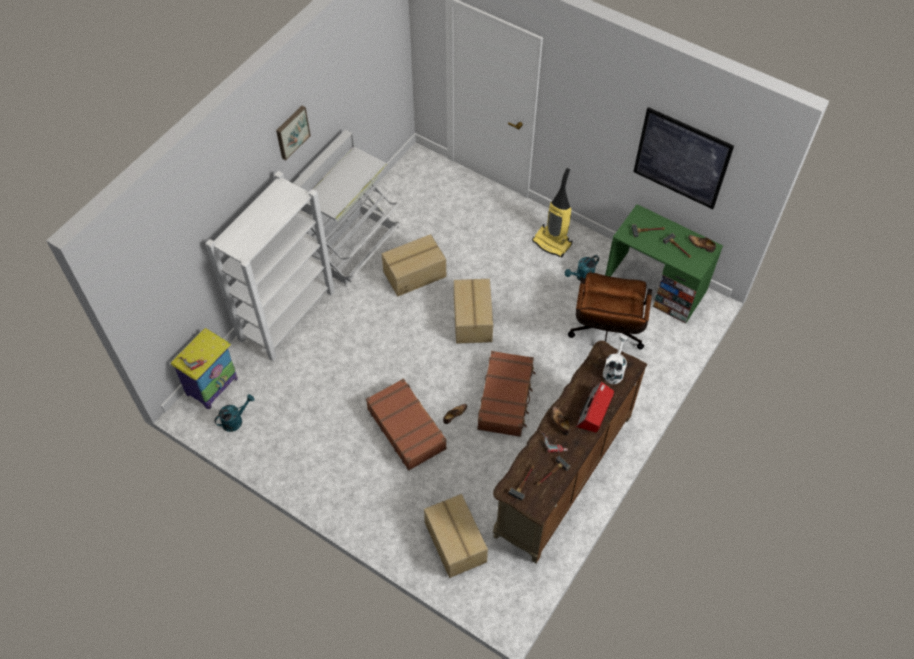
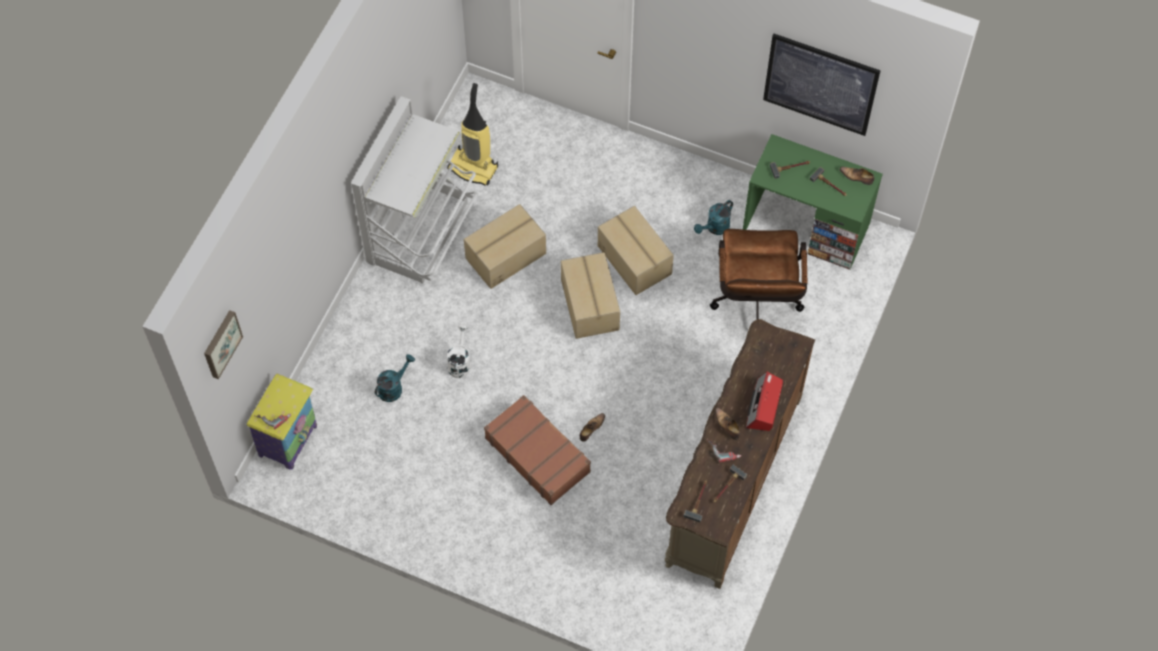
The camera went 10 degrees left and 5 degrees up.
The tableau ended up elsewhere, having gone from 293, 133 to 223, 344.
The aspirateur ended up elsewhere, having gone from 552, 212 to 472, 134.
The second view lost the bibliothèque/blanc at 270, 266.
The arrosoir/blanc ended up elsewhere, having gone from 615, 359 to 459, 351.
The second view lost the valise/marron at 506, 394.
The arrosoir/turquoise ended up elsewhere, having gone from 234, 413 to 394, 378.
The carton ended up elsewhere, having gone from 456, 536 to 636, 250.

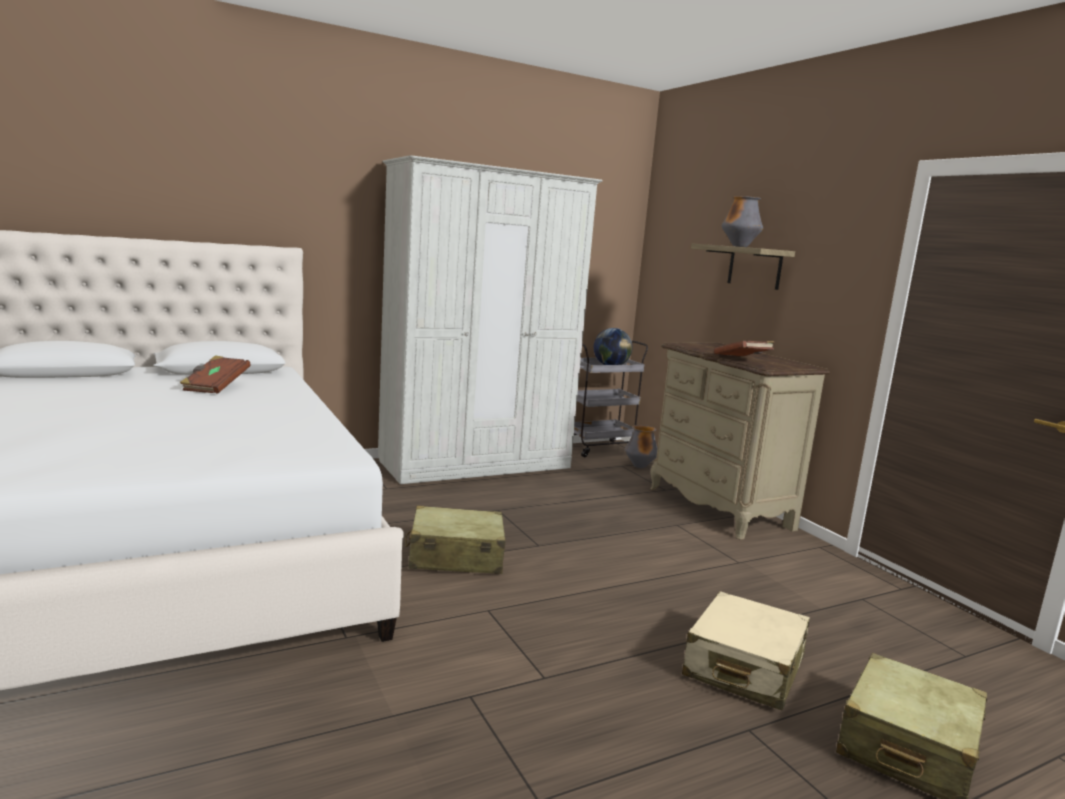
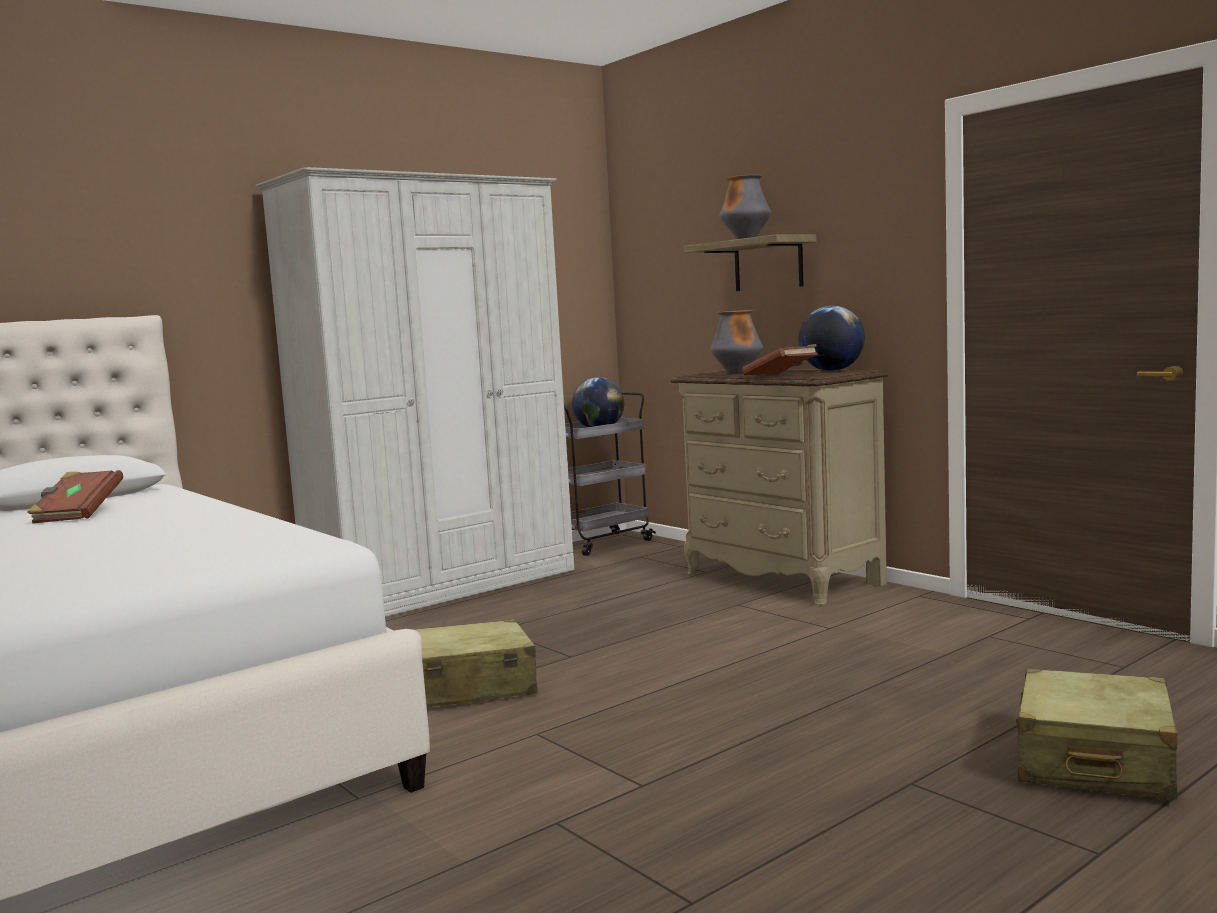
The camera went 10 degrees left and 5 degrees down.
The vase ended up elsewhere, having gone from 641, 446 to 736, 342.
The second view lost the valise/beige at 746, 650.
The second view gained the globe at 831, 338.

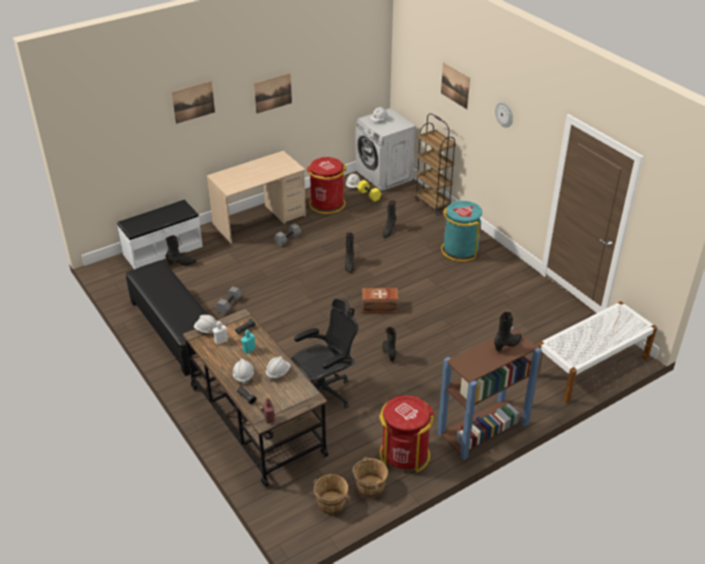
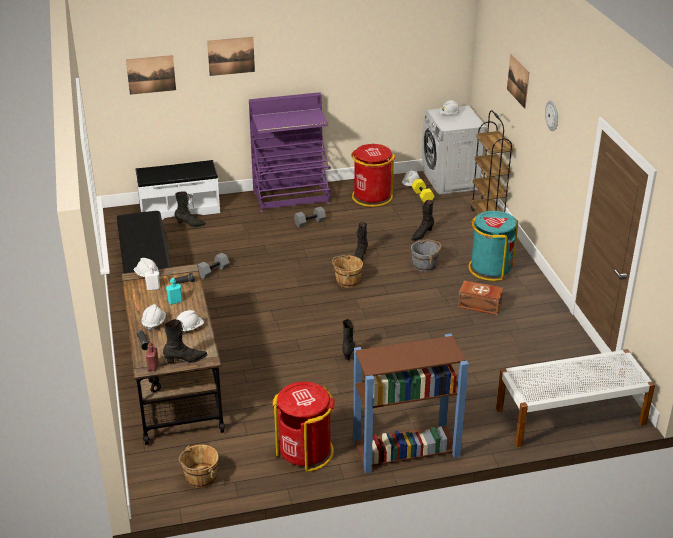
The camera went 20 degrees right and 5 degrees down.
The tableau ended up elsewhere, having gone from 273, 93 to 151, 75.
Where the bureau/beige stood at 256, 197, the étagère à chaussures/violet came to stand at 290, 152.
The boîte de rangement/marron ended up elsewhere, having gone from 380, 300 to 480, 297.
The second view lost the chaise de bureau at 324, 353.
The botte/noir ended up elsewhere, having gone from 508, 331 to 185, 341.
The seau/marron ended up elsewhere, having gone from 370, 477 to 347, 271.
The second view gained the seau/gris at 426, 255.

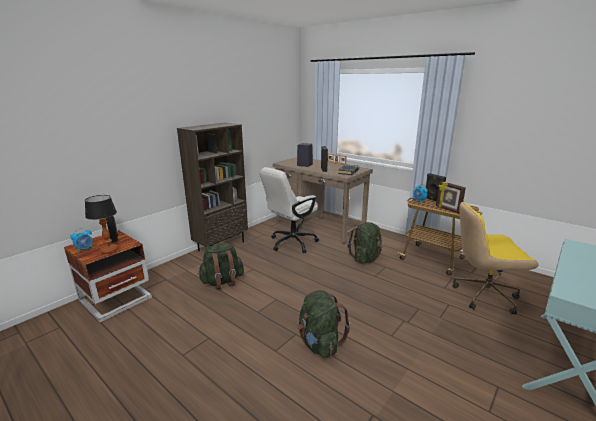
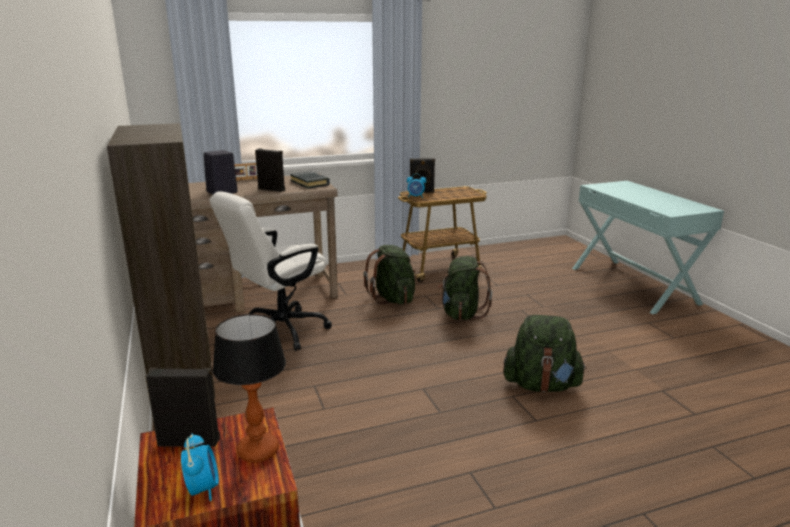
The camera went 60 degrees left and 0 degrees up.
The chaise de bureau/blanc at 289, 210 ended up facing another way, 60 degrees clockwise from before.
The second view lost the cadre photo at 451, 197.
The second view lost the chaise de bureau/jaune at 496, 258.
The sac à dos/vert ended up elsewhere, having gone from 221, 266 to 464, 288.

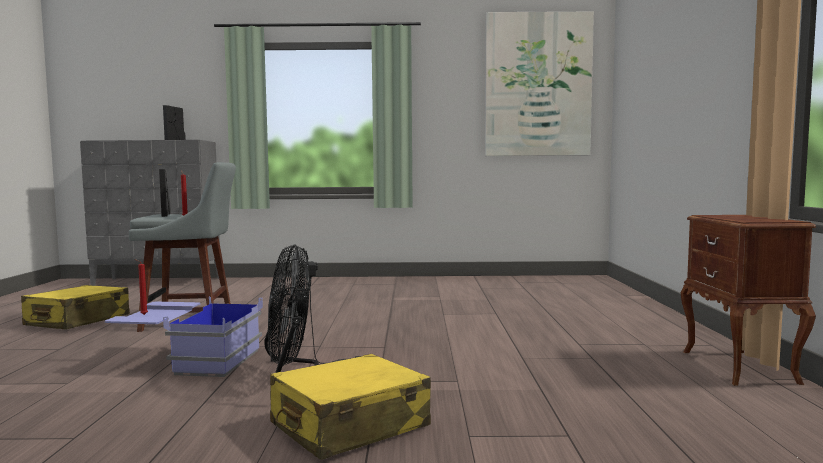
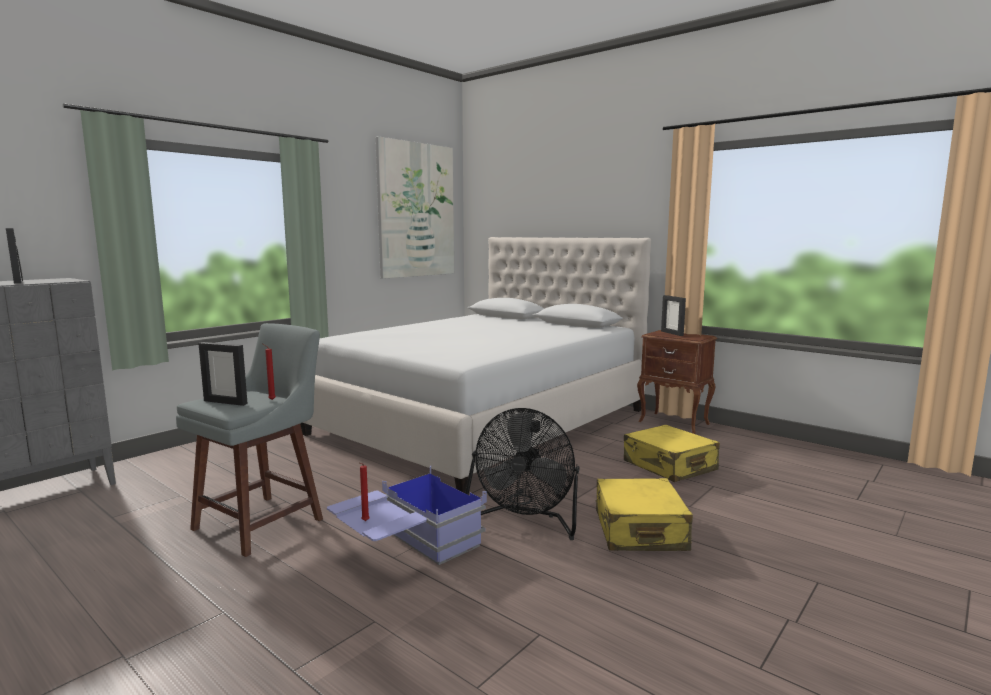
The camera went 50 degrees left and 5 degrees up.
The valise/jaune ended up elsewhere, having gone from 75, 307 to 672, 453.
The second view gained the lit/blanc at 475, 365.
The second view gained the cadre photo at 673, 315.

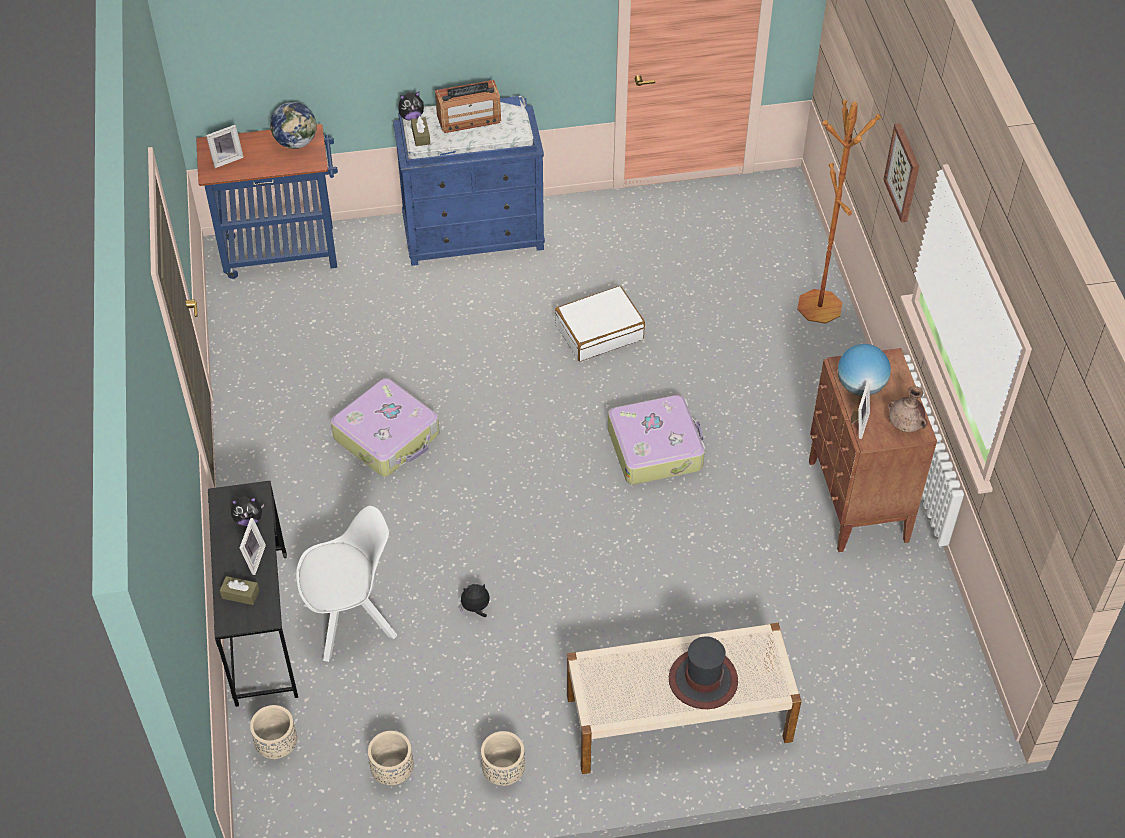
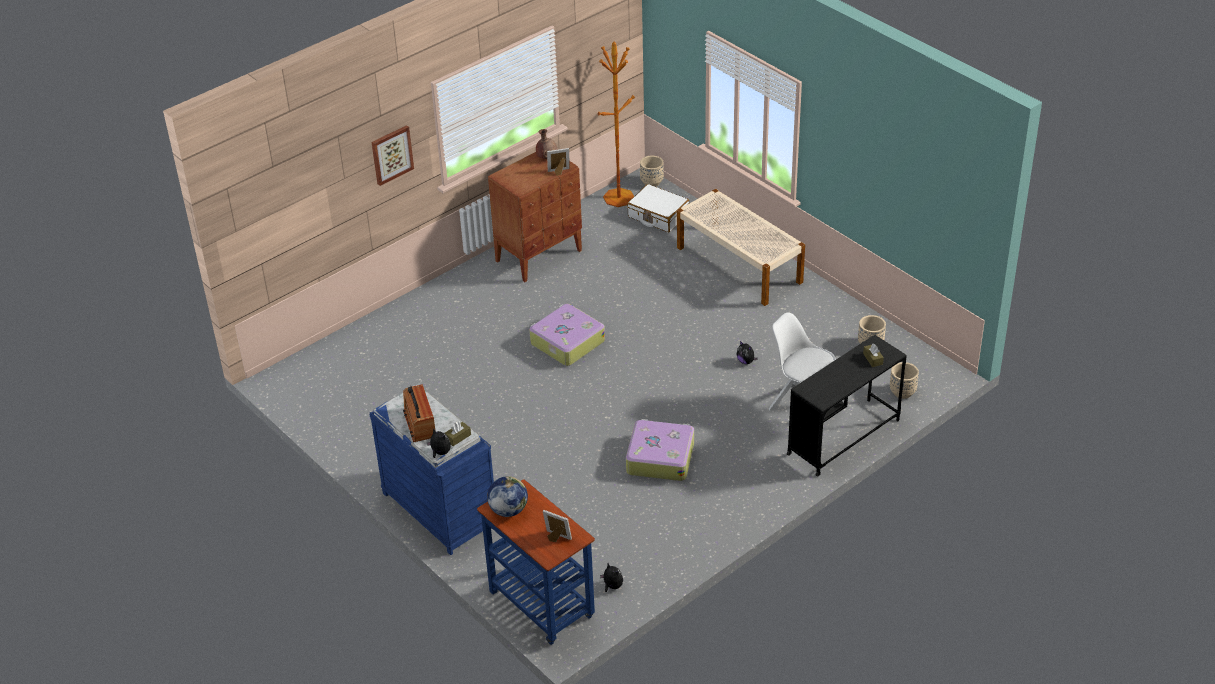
The camera went 120 degrees left and 10 degrees down.
The radio at 468, 106 ended up facing another way, 150 degrees counterclockwise from before.
The portant/orange ended up elsewhere, having gone from 839, 212 to 616, 124.
The valise/blanc ended up elsewhere, having gone from 600, 323 to 658, 208.
The second view lost the globe at 864, 370.
The peluche ended up elsewhere, having gone from 247, 511 to 611, 577.
The second view lost the cadre photo at 253, 546.
The second view lost the chapeau at 703, 673.
The cache-pot/beige ended up elsewhere, having gone from 503, 758 to 652, 171.

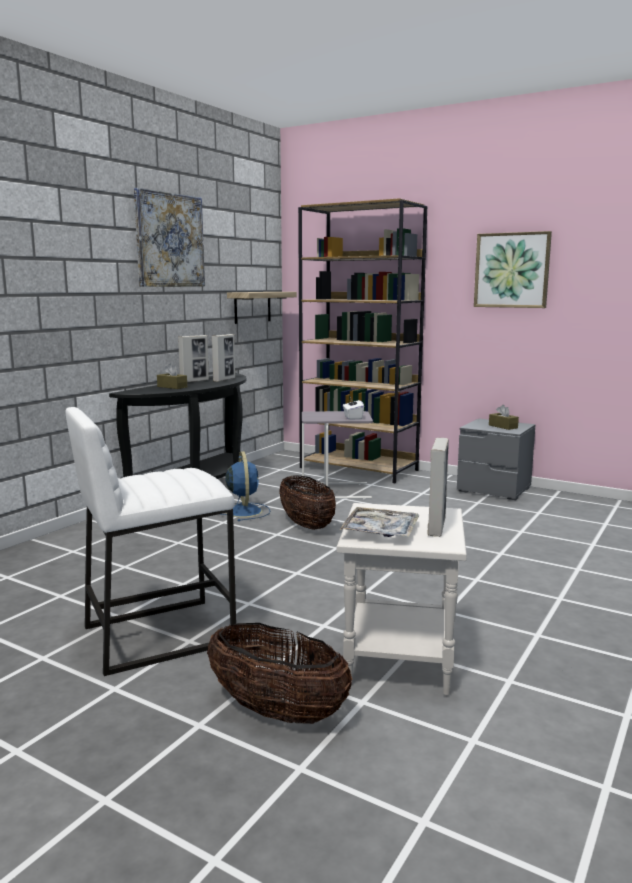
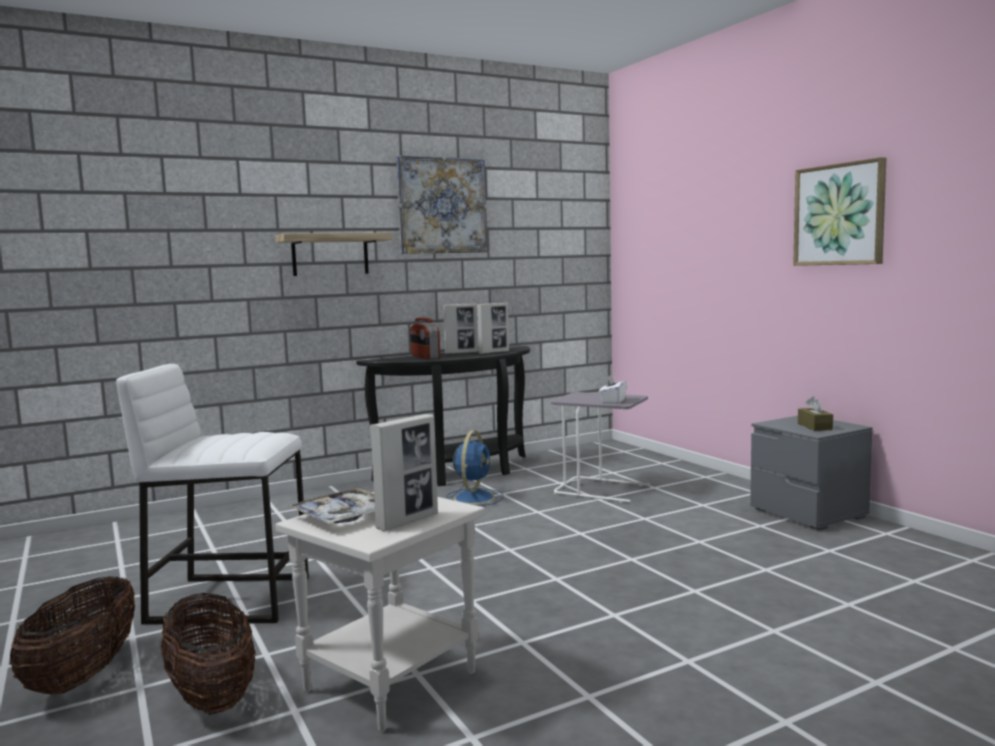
The camera went 30 degrees right and 5 degrees down.
The second view lost the bibliothèque/marron at 362, 340.
The étagère ended up elsewhere, having gone from 262, 308 to 333, 254.
Where the boîte à mouchoirs/marron stood at 172, 376, the radio came to stand at 425, 338.
The panier ended up elsewhere, having gone from 307, 502 to 72, 635.

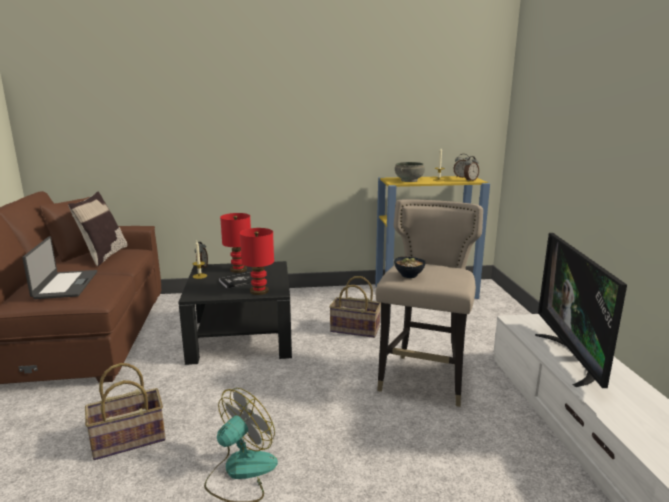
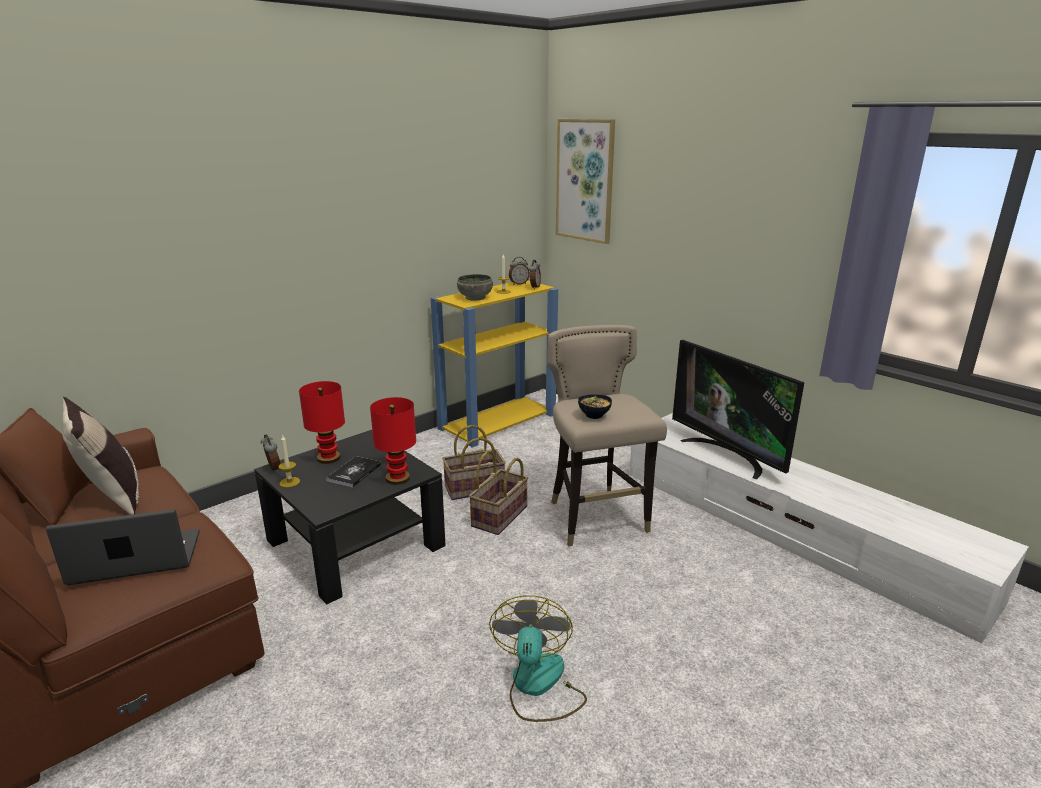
The camera went 35 degrees left and 5 degrees up.
The ordinateur portable at 59, 267 ended up facing another way, 60 degrees counterclockwise from before.
The panier ended up elsewhere, having gone from 125, 411 to 498, 493.
The second view gained the tableau at 585, 181.

